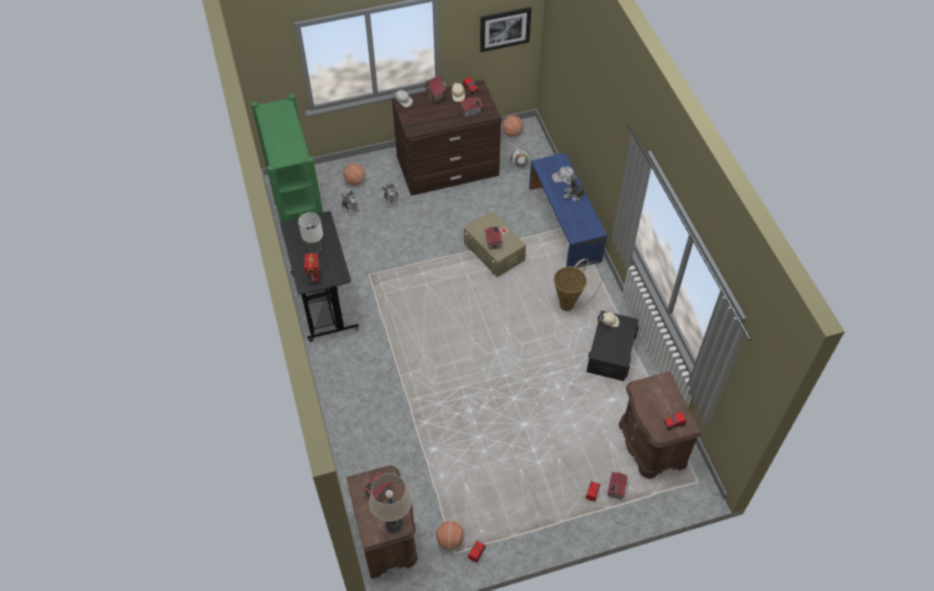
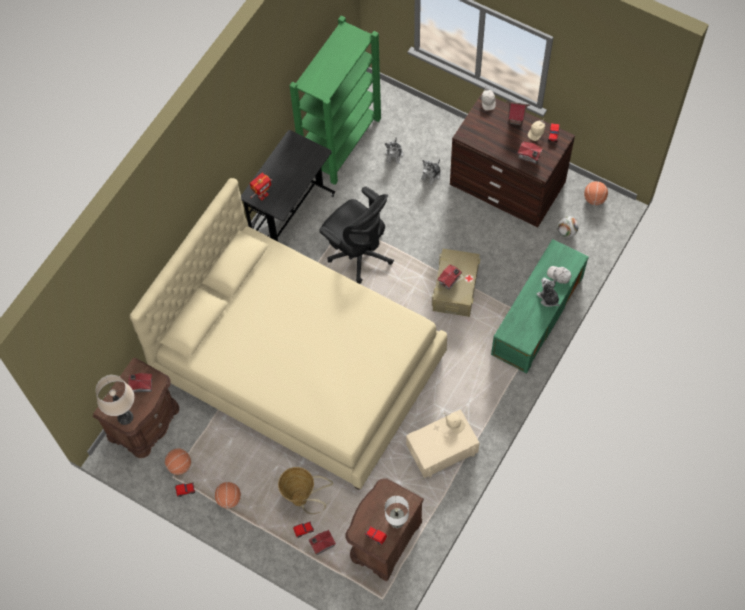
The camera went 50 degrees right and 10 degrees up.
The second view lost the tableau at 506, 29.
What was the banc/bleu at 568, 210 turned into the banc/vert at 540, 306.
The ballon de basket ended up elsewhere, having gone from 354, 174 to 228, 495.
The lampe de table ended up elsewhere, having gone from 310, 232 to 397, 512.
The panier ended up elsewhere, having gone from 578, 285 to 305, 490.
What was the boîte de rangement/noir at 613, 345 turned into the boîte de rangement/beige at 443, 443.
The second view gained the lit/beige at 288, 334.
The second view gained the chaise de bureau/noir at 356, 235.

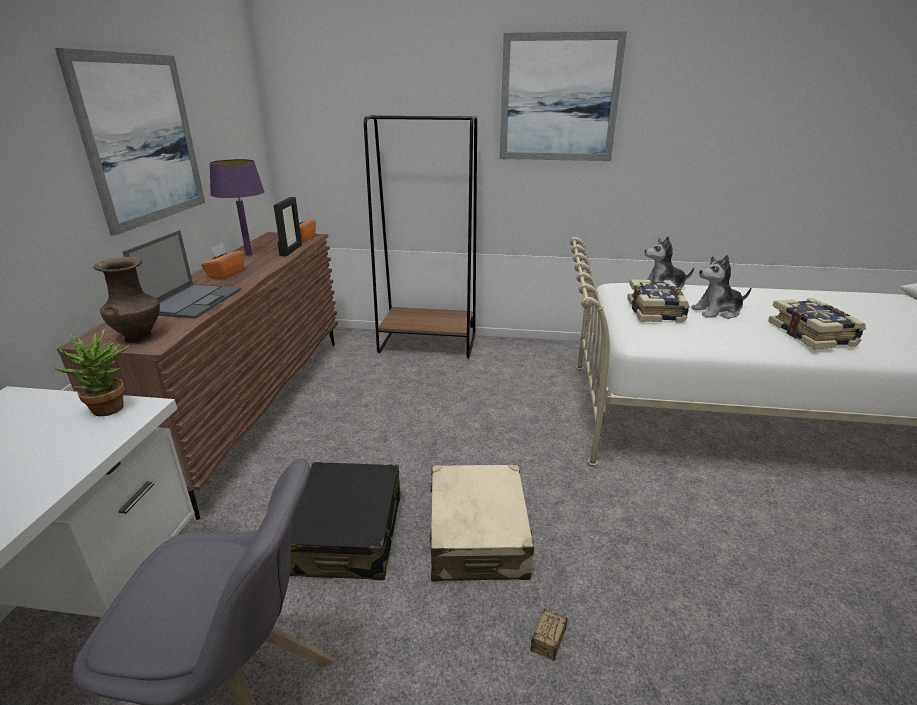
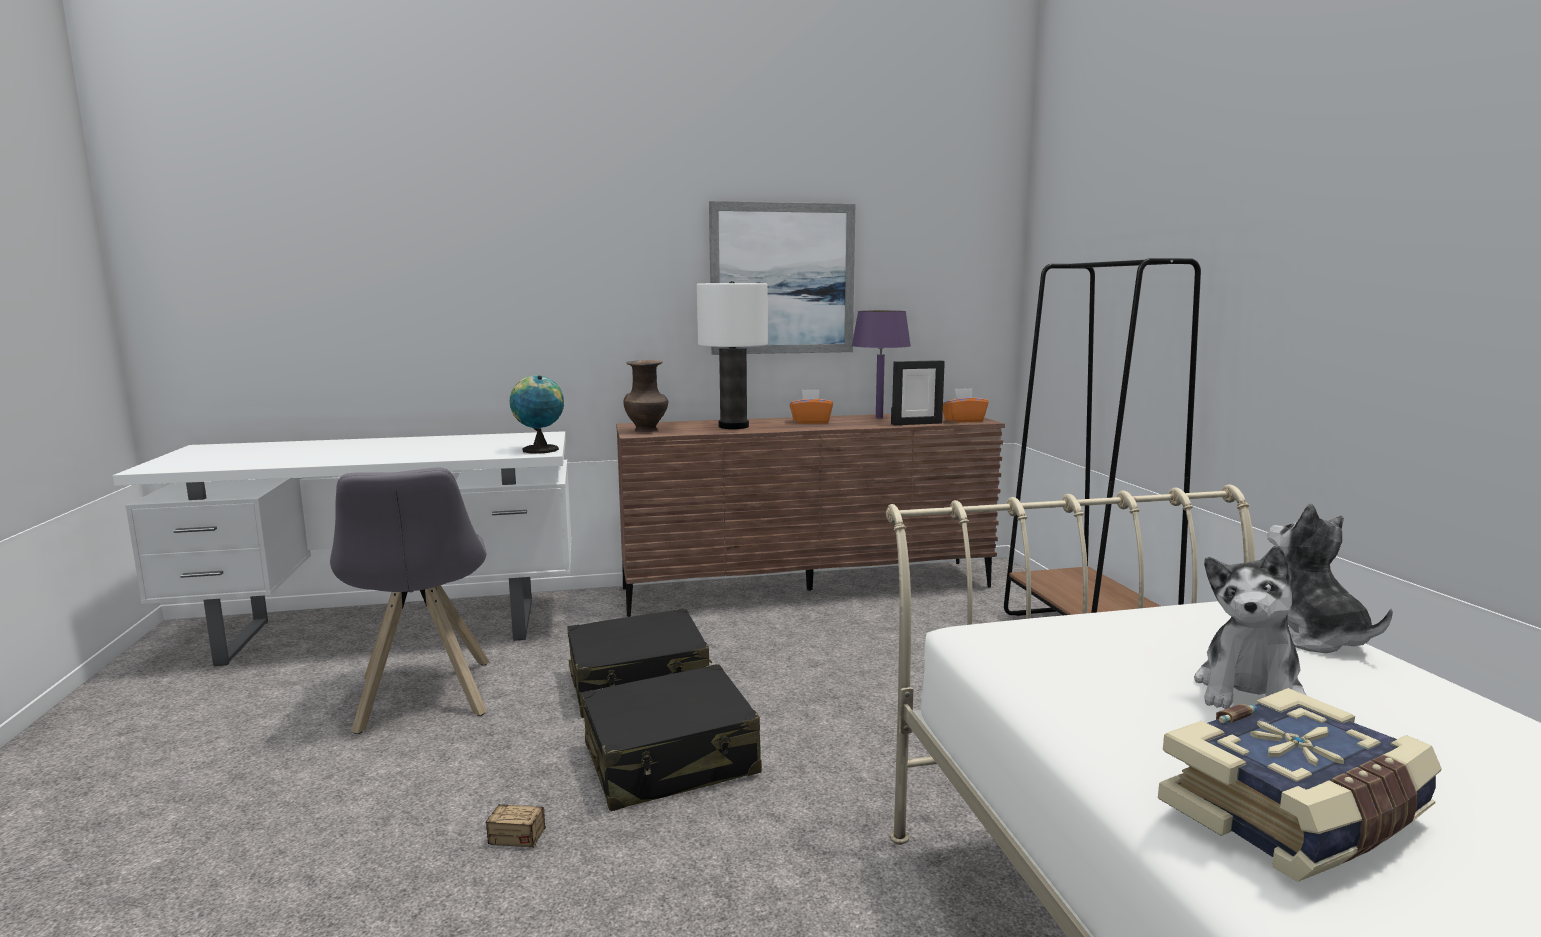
The camera went 70 degrees right and 15 degrees down.
The second view lost the tableau at 563, 96.
Where the ordinateur portable stood at 182, 274, the lampe de table/blanc came to stand at 732, 355.
The peluche at 721, 287 ended up facing another way, 120 degrees counterclockwise from before.
The second view lost the livre at 658, 301.
Where the plante en pot stood at 94, 372, the globe came to stand at 537, 414.
What was the valise/beige at 482, 522 turned into the valise/noir at 672, 737.

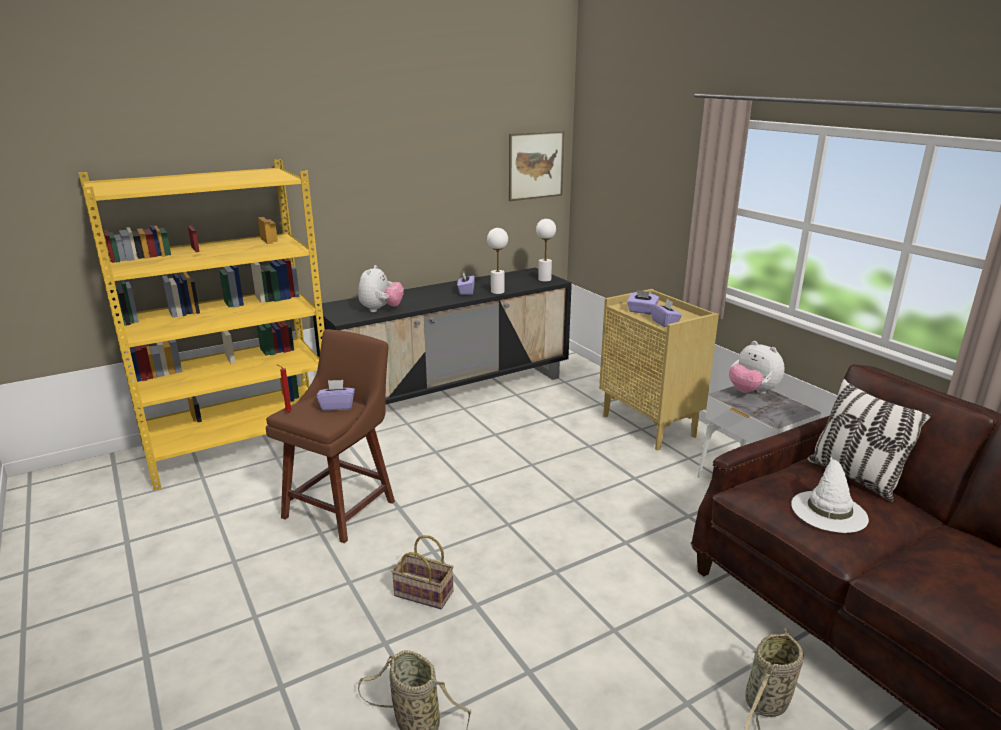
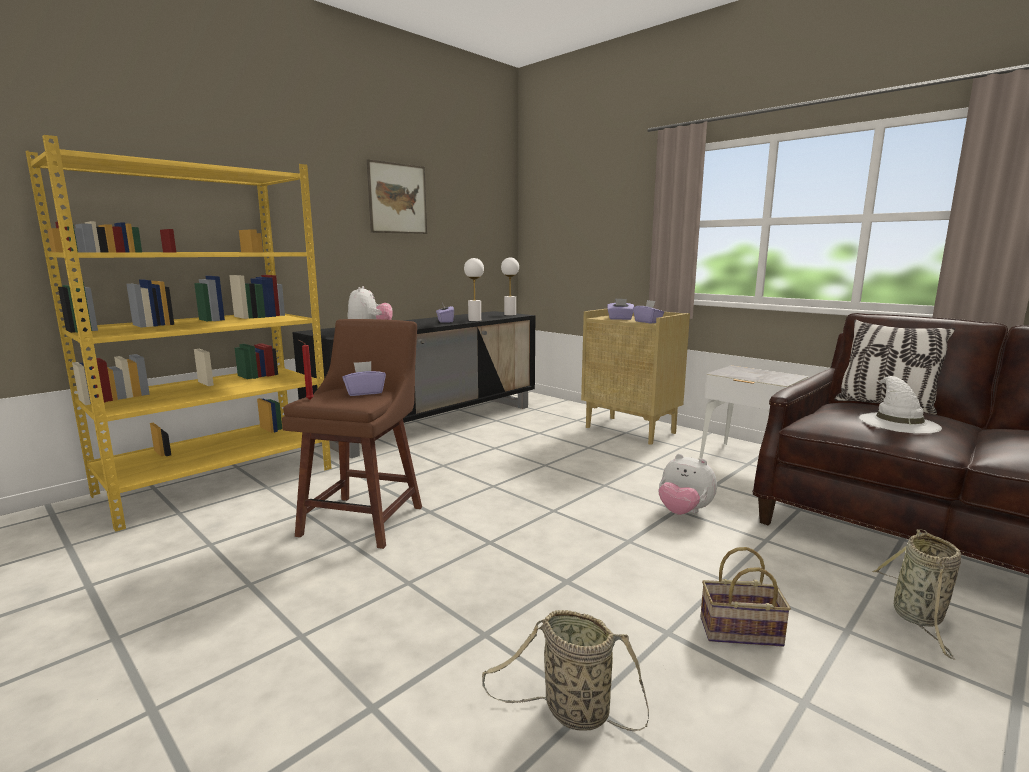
The camera went 15 degrees left and 10 degrees down.
The tableau ended up elsewhere, having gone from 536, 166 to 397, 196.
The peluche ended up elsewhere, having gone from 757, 367 to 688, 484.
The panier ended up elsewhere, having gone from 422, 572 to 745, 597.

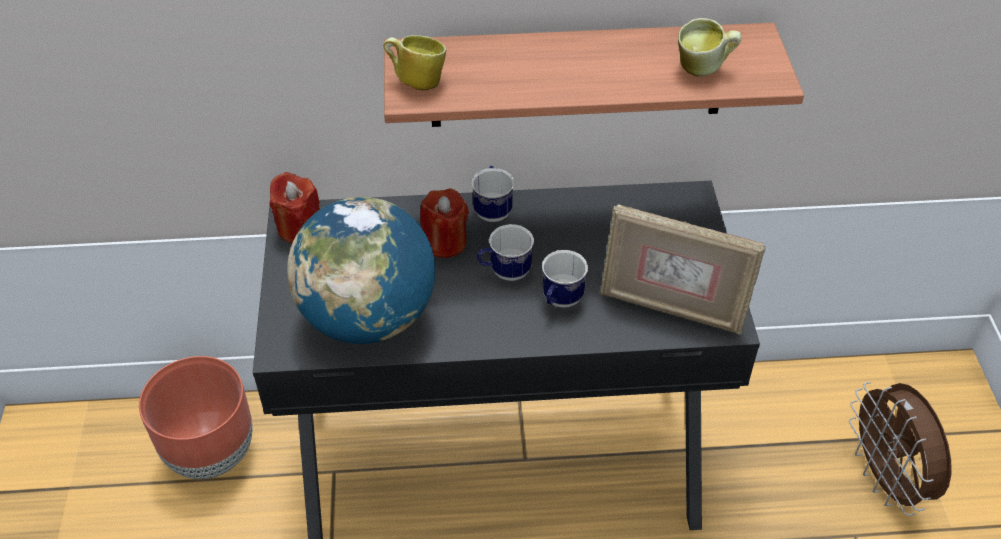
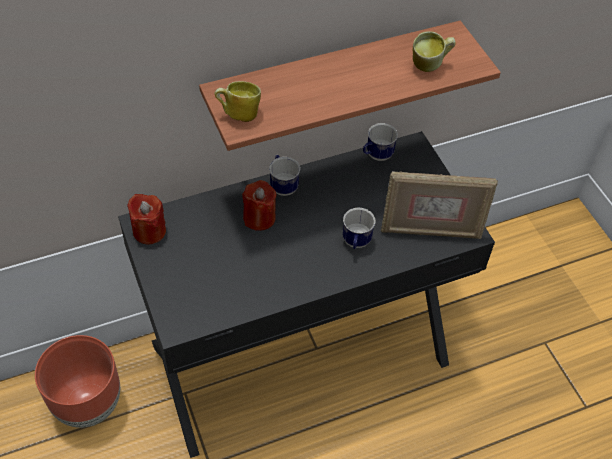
The camera went 20 degrees left and 5 degrees up.
The second view lost the globe at 361, 270.
The mug ended up elsewhere, having gone from 505, 252 to 380, 142.
The second view lost the ventilateur/marron at 900, 449.

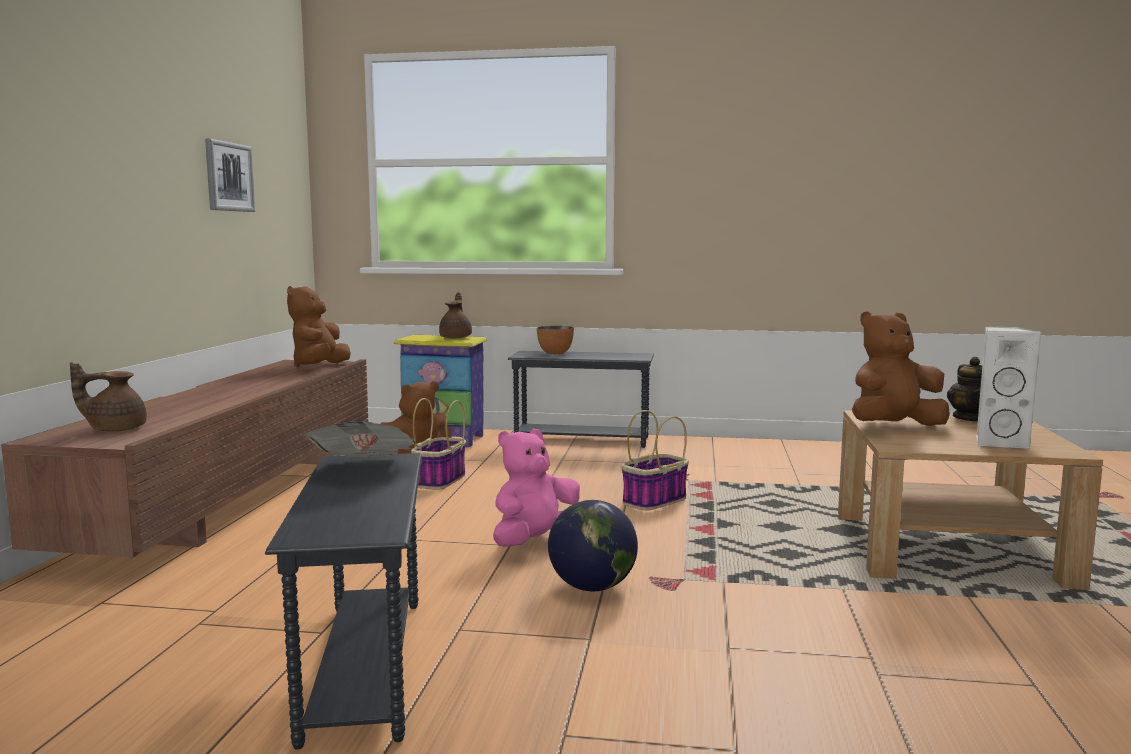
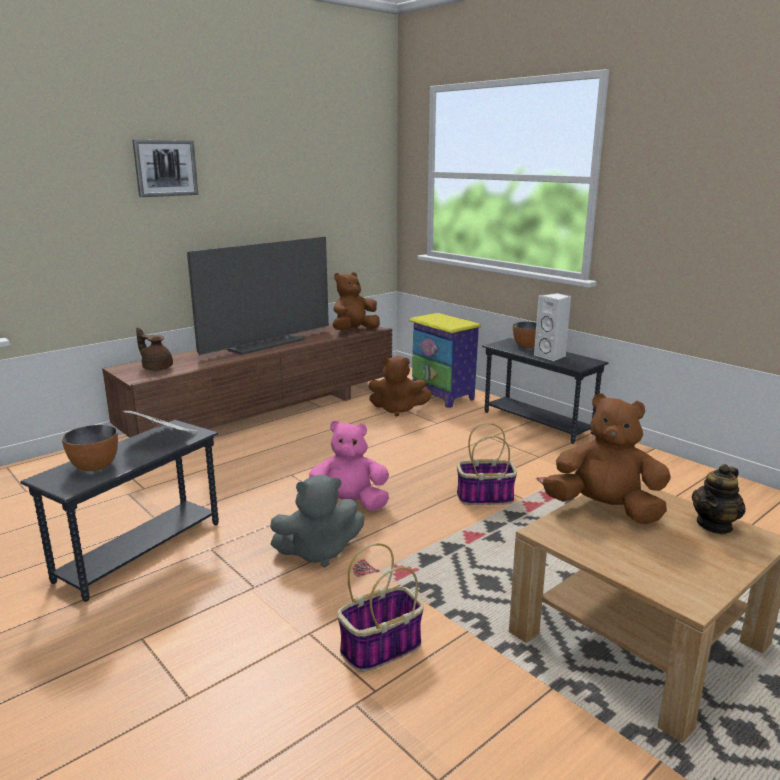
The camera went 40 degrees right and 10 degrees up.
The tableau ended up elsewhere, having gone from 230, 175 to 165, 168.
The second view lost the théière/marron at 455, 315.
The enceinte/blanc ended up elsewhere, having gone from 1008, 388 to 552, 327.
The panier ended up elsewhere, having gone from 438, 443 to 380, 607.
Where the globe stood at 593, 545, the peluche/gris came to stand at 317, 521.
The second view gained the téléviseur at 258, 296.
The second view gained the bol at 90, 448.

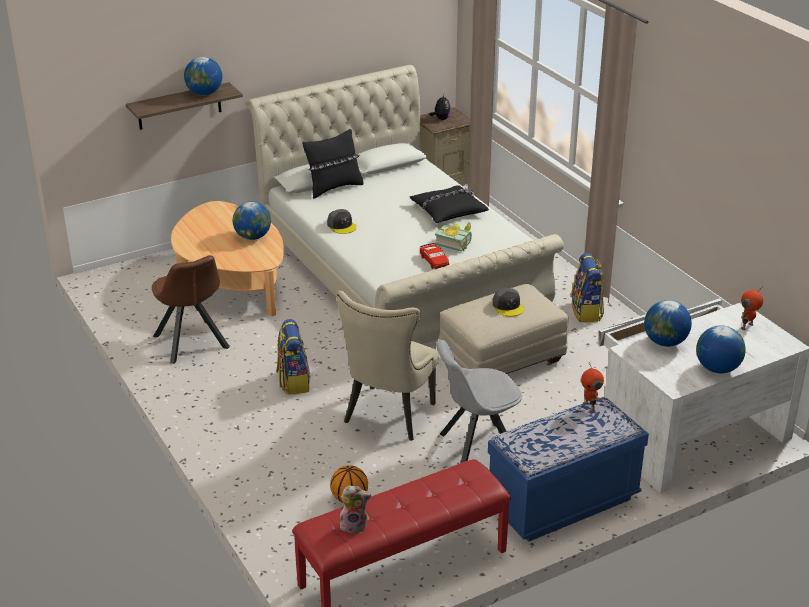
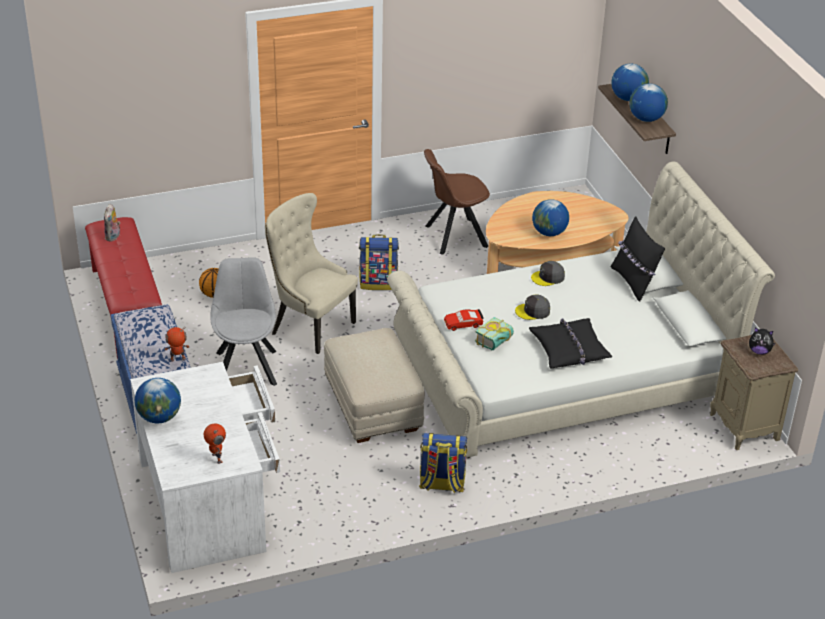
The camera went 100 degrees right and 5 degrees up.
The casquette/gris ended up elsewhere, having gone from 508, 302 to 532, 307.
The globe ended up elsewhere, having gone from 668, 323 to 630, 82.

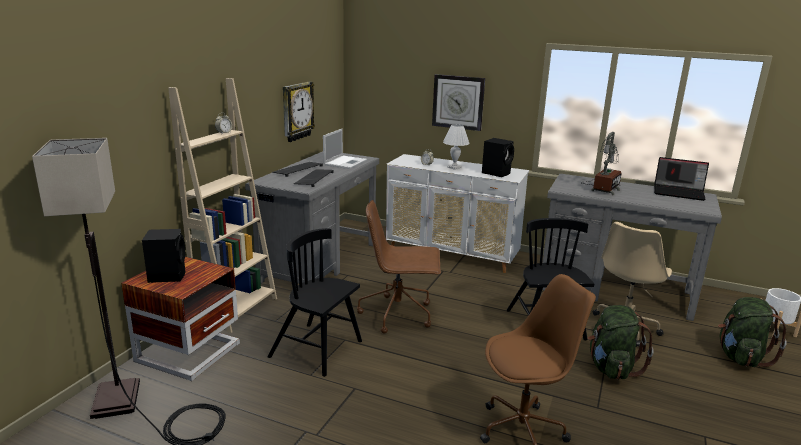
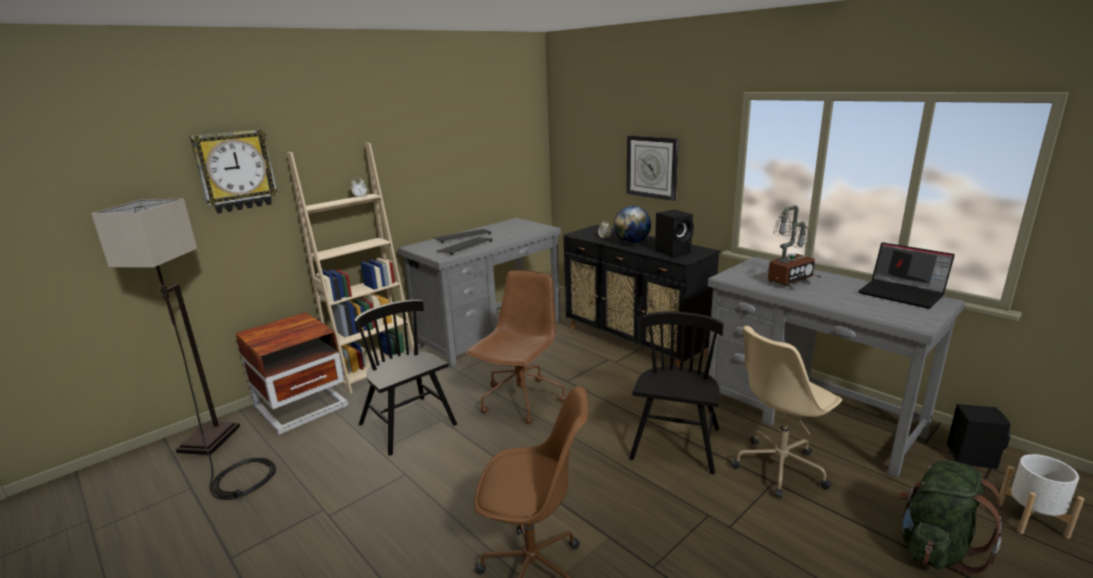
The camera went 25 degrees right and 0 degrees up.
The horloge murale ended up elsewhere, having gone from 299, 111 to 234, 171.
Where the lampe de table/blanc stood at 456, 147, the globe came to stand at 632, 225.
The second view lost the ordinateur portable at 345, 149.
What was the meuble de rangement/blanc at 457, 213 turned into the meuble de rangement/noir at 642, 296.
The chaise de bureau/marron at 399, 267 ended up facing another way, 90 degrees clockwise from before.
The enceinte/noir ended up elsewhere, having gone from 163, 256 to 978, 436.
The second view lost the sac à dos/vert at 620, 342.

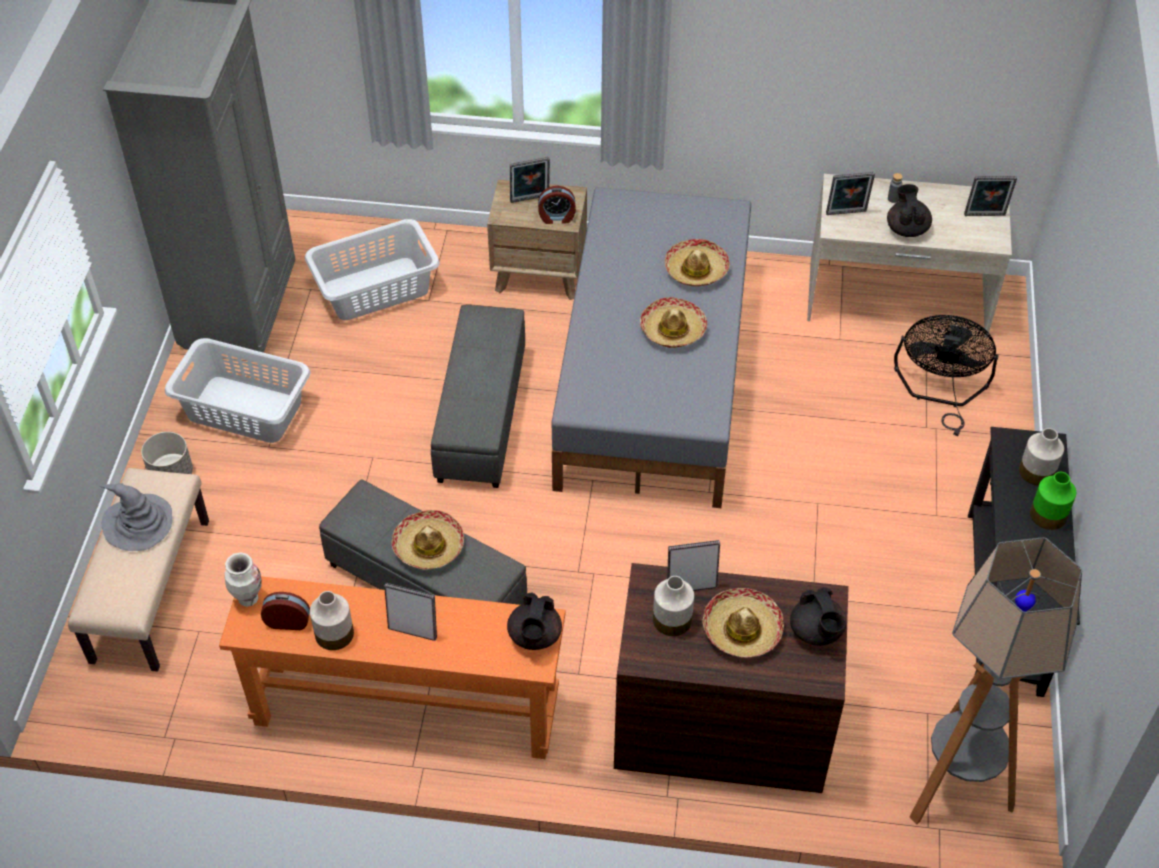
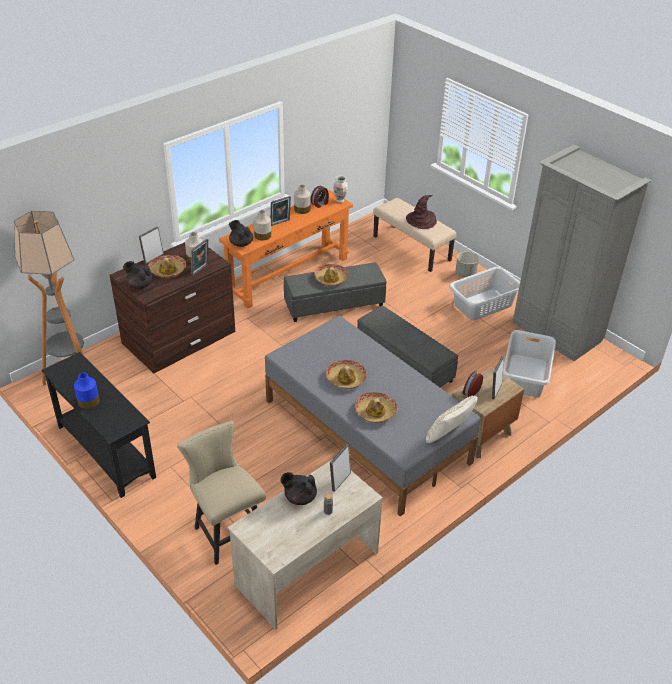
The camera went 130 degrees right and 10 degrees down.
The cadre photo ended up elsewhere, having gone from 990, 196 to 151, 245.
The théière/noir at 909, 210 ended up facing another way, 150 degrees clockwise from before.
Where the ventilateur/noir stood at 946, 375, the chaise/beige came to stand at 221, 493.
The vase/beige ended up elsewhere, having gone from 1041, 457 to 262, 225.
What was the vase/vert at 1053, 501 turned into the vase/bleu at 86, 391.
What was the chapeau/gris at 135, 517 turned into the chapeau/marron at 421, 212.
The second view gained the coussin/beige at 451, 419.

